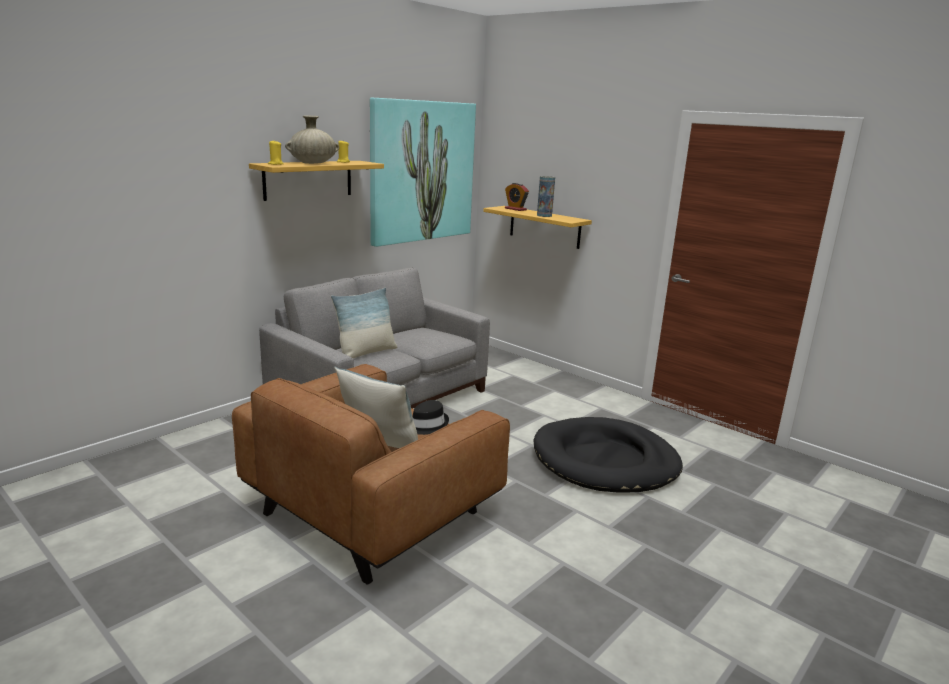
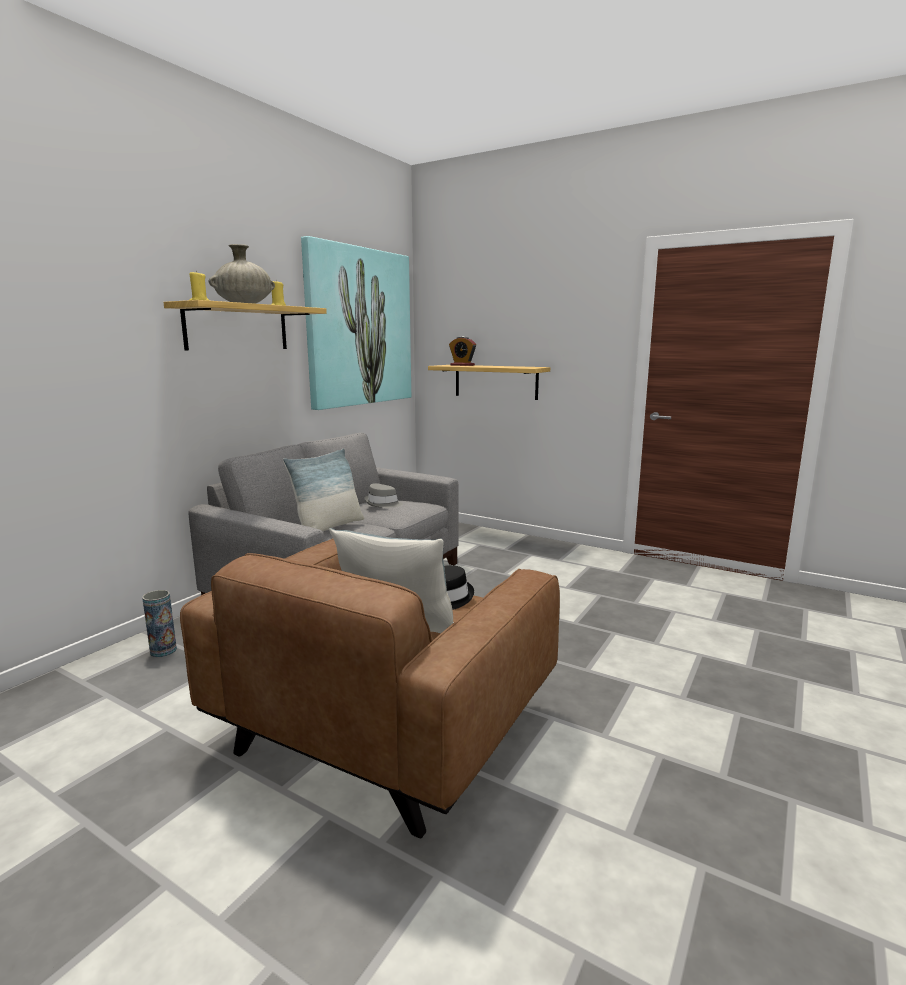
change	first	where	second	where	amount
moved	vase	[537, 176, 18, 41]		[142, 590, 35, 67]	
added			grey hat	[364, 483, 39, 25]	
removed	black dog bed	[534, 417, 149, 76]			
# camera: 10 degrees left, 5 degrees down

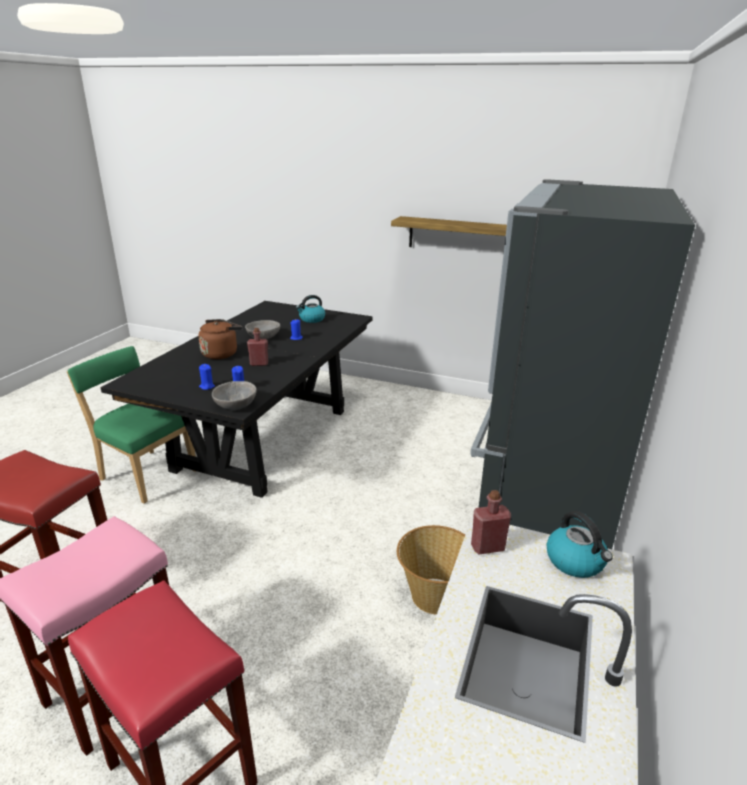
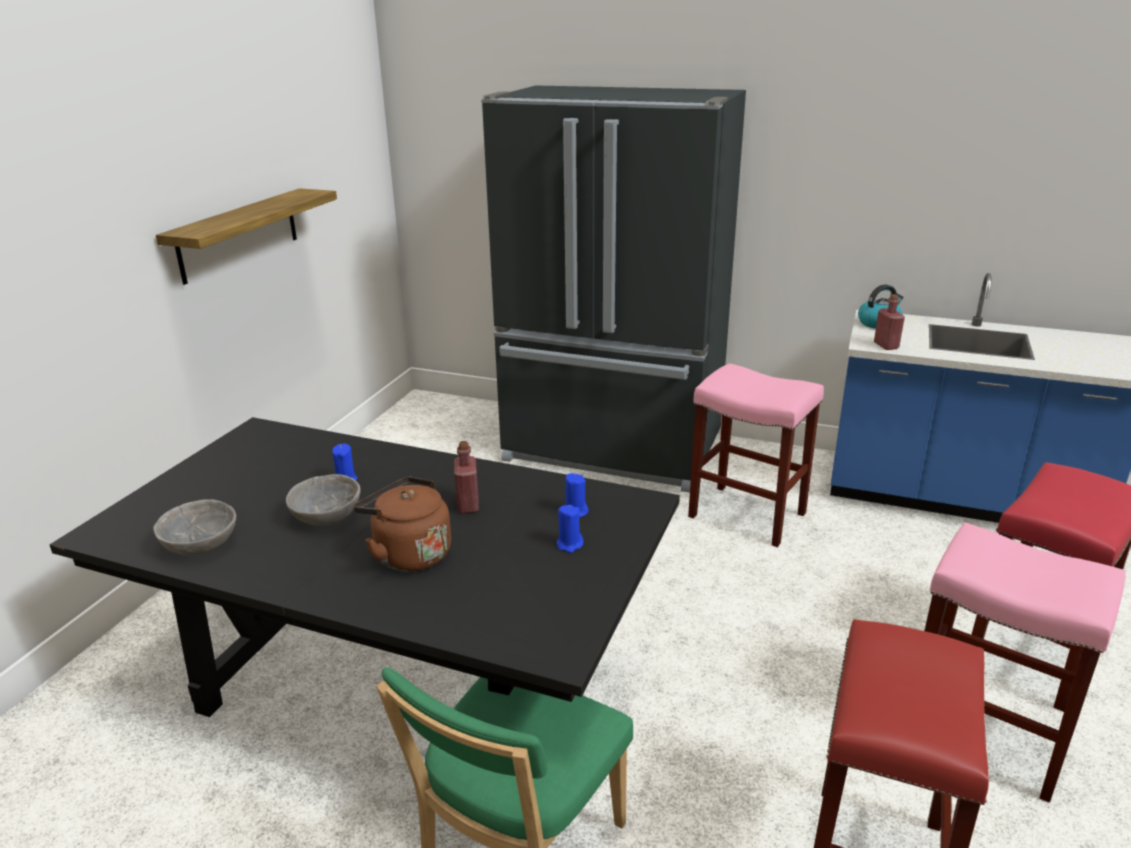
change	first	where	second	where	amount
moved	grey bowl	[212, 381, 44, 29]		[153, 499, 84, 57]	
replaced	basket	[397, 525, 68, 90]	pink stool	[688, 363, 136, 184]	
removed	kettle	[296, 295, 29, 28]			
# camera: 90 degrees left, 0 degrees up

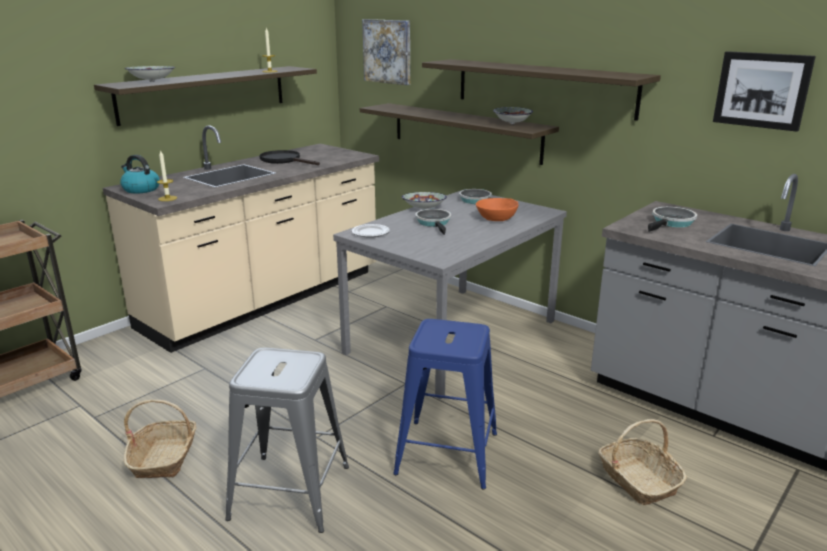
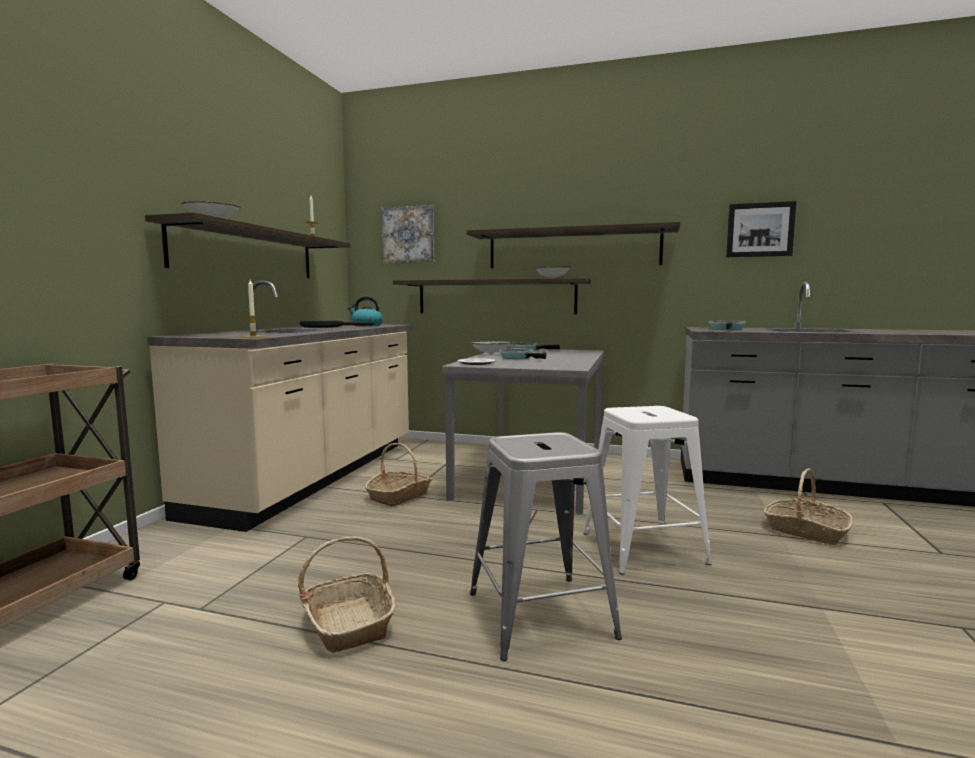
change	first	where	second	where	amount
moved	kettle	[120, 155, 40, 38]		[348, 296, 35, 30]	
added			basket	[365, 443, 67, 64]	
recoloured	blue stool	[393, 319, 104, 171]	white stool	[583, 406, 129, 169]	
removed	orange bowl	[476, 198, 43, 23]			
# camera: 25 degrees left, 15 degrees down

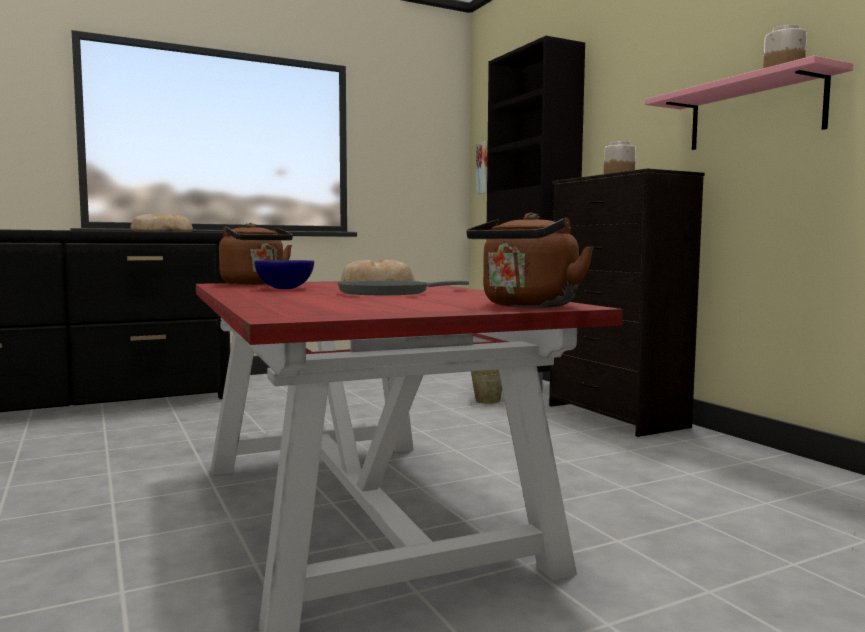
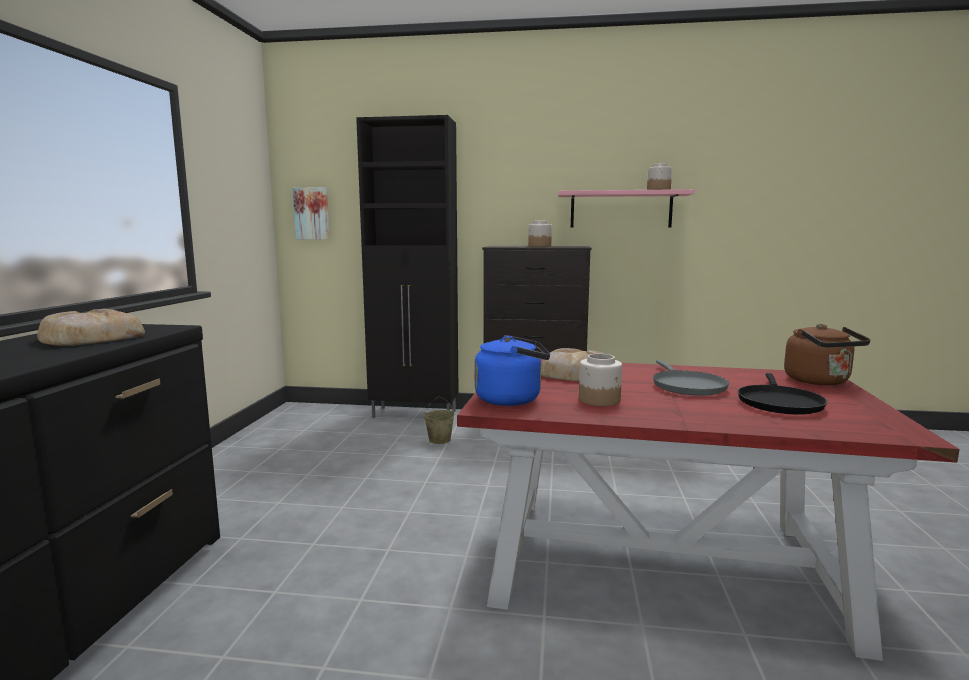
change	first	where	second	where	amount
recoloured	brown kettle	[219, 223, 74, 62]	blue kettle	[474, 335, 76, 71]	
replaced	blue bowl	[254, 260, 60, 29]	jar	[579, 354, 43, 52]	
added			black frying pan	[738, 373, 90, 42]	
# camera: 55 degrees left, 5 degrees up

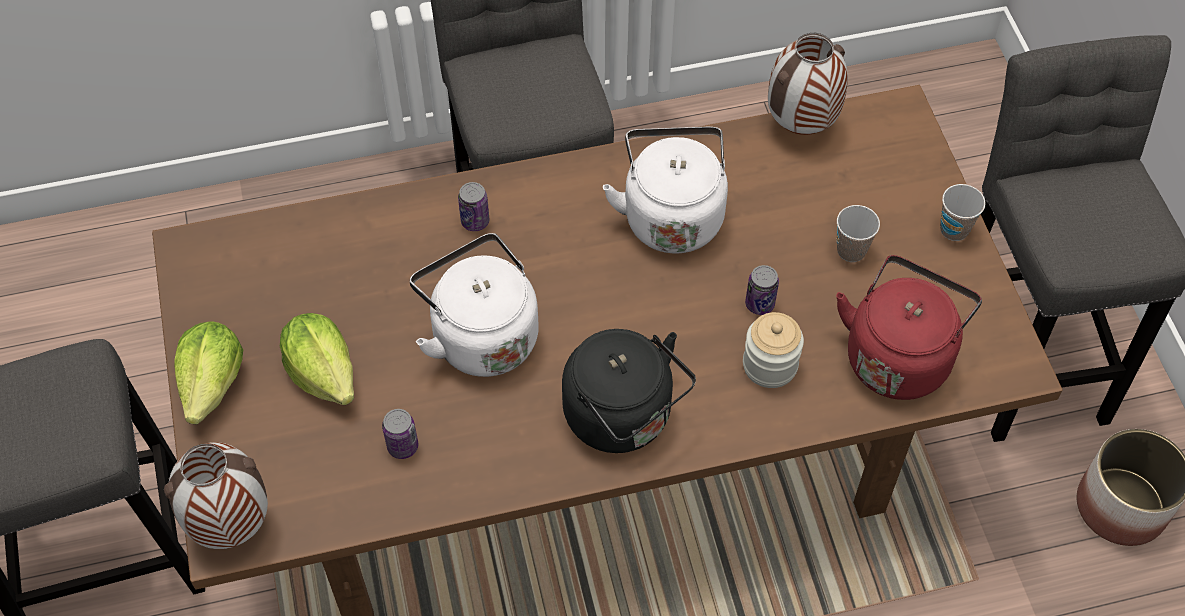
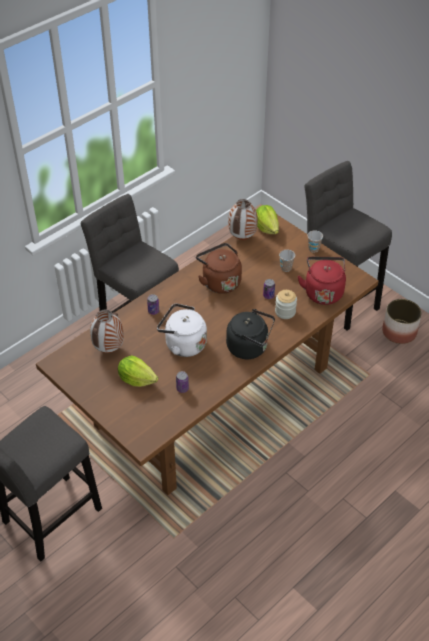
change	first	where	second	where	amount
moved	vase	[164, 442, 104, 107]		[90, 309, 34, 44]	
recoloured	white kettle	[603, 127, 125, 127]	brown kettle	[196, 243, 46, 51]	
moved	lettuce	[174, 321, 69, 103]		[256, 205, 23, 29]	
# camera: 30 degrees left, 10 degrees down

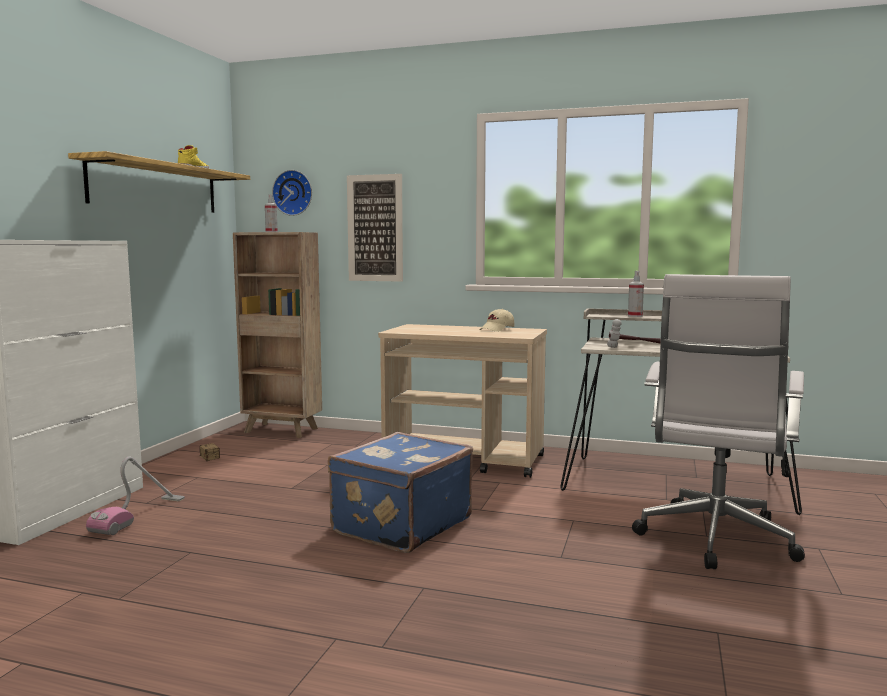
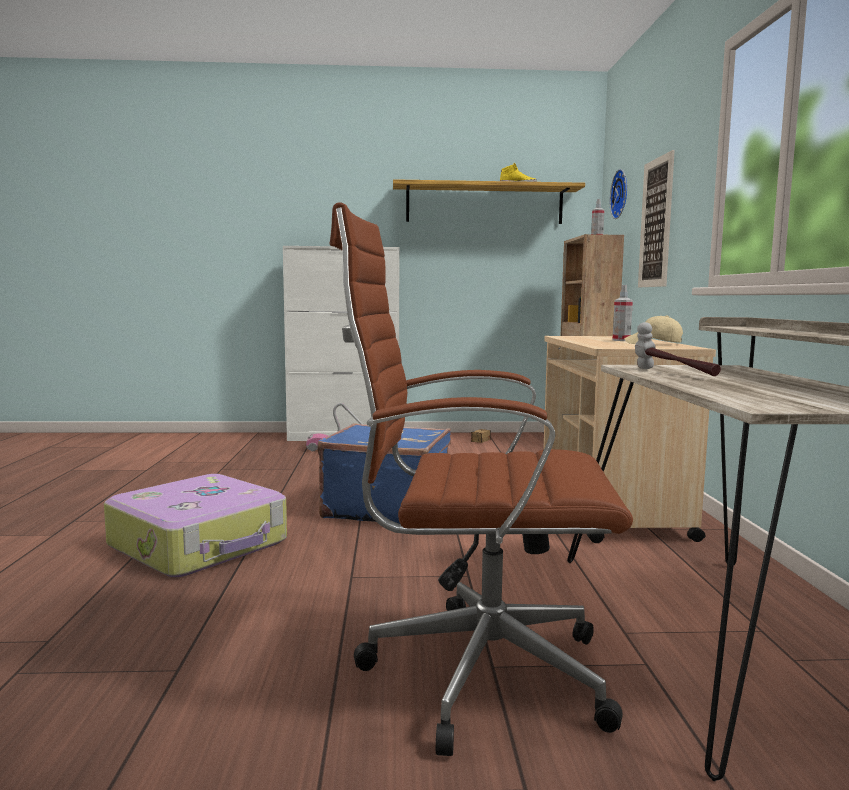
change	first	where	second	where	amount
added			suitcase	[104, 474, 183, 103]	
recoloured	white office chair	[632, 274, 173, 295]	brown office chair	[330, 202, 303, 554]	
moved	spray bottle	[628, 271, 16, 46]		[613, 285, 20, 56]	
# camera: 70 degrees right, 0 degrees up

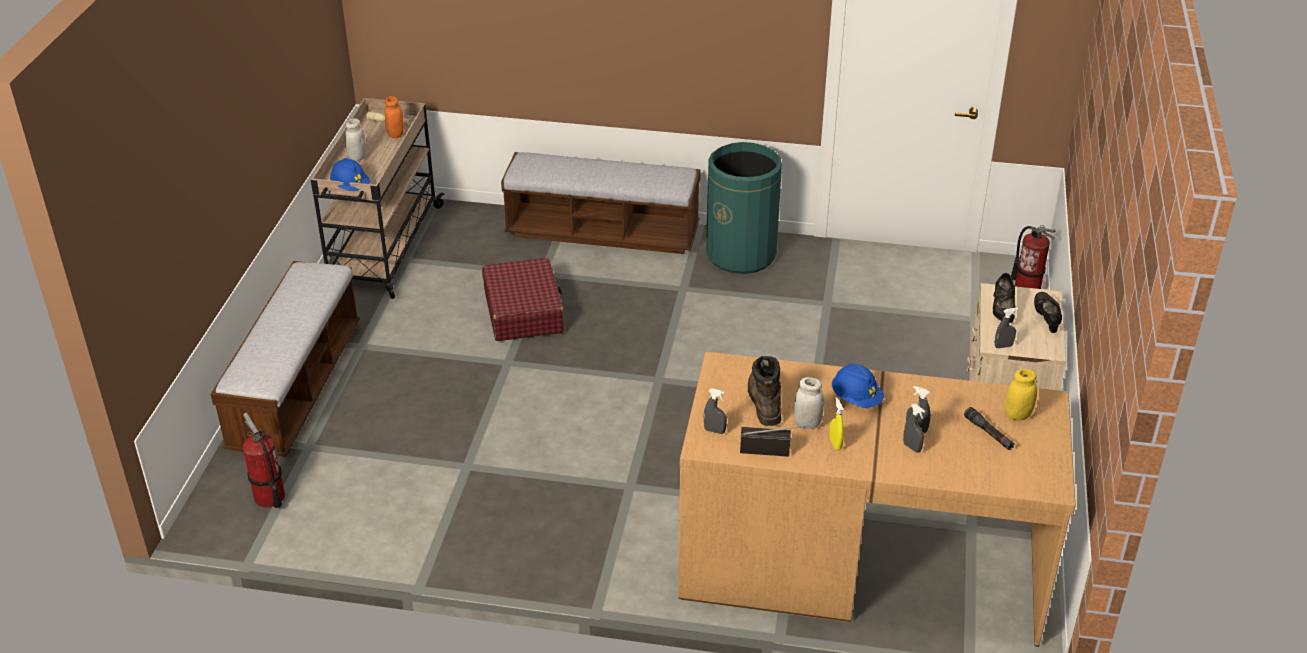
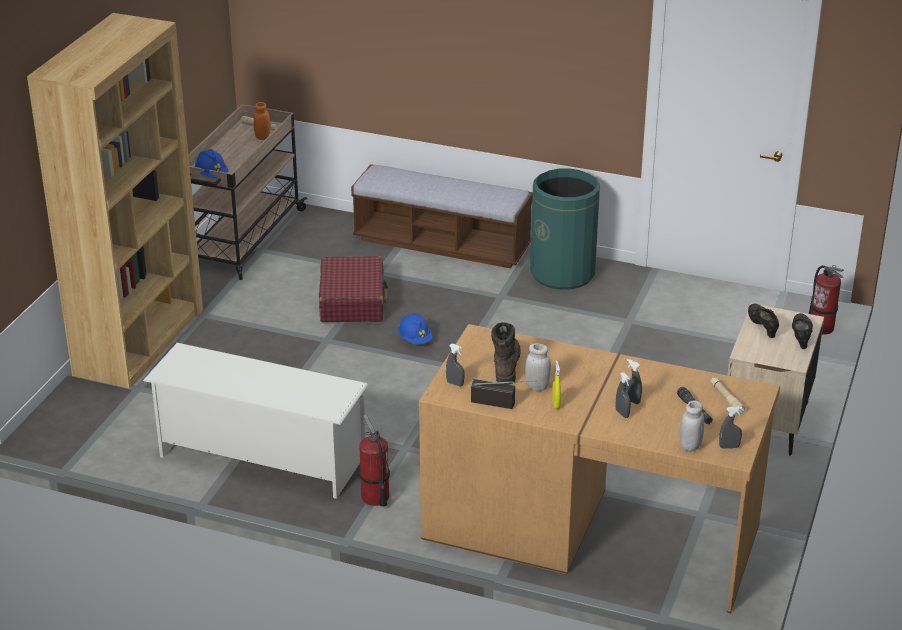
change	first	where	second	where	amount
replaced	bench	[211, 261, 149, 196]	brown bookcase	[27, 13, 176, 376]	
added			white shoe rack	[143, 343, 226, 156]	
moved	fire extinguisher	[243, 413, 42, 95]		[359, 415, 31, 92]	
moved	blue hard hat	[832, 363, 52, 45]		[398, 313, 35, 32]	
moved	white jar	[345, 118, 21, 43]		[680, 401, 24, 50]	
replaced	yellow jar	[1005, 369, 32, 51]	beige flashlight	[710, 377, 35, 38]	
moved	grey spray bottle	[995, 308, 23, 40]		[719, 407, 23, 42]	
turned	black shoe	[993, 273, 22, 50]		[748, 304, 31, 34]	150 degrees clockwise
# camera: 10 degrees right, 5 degrees down

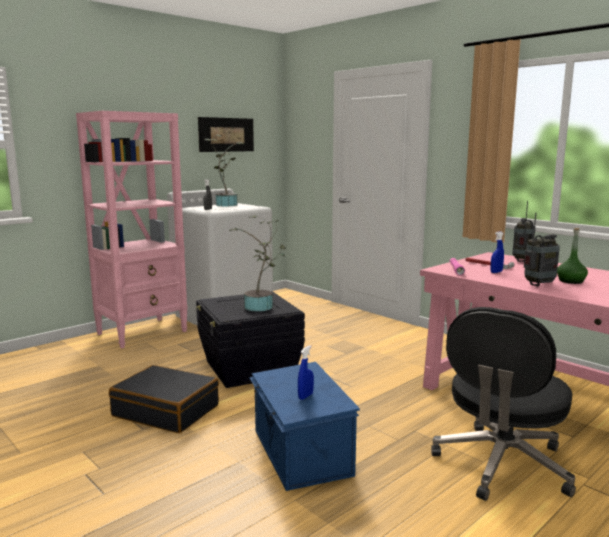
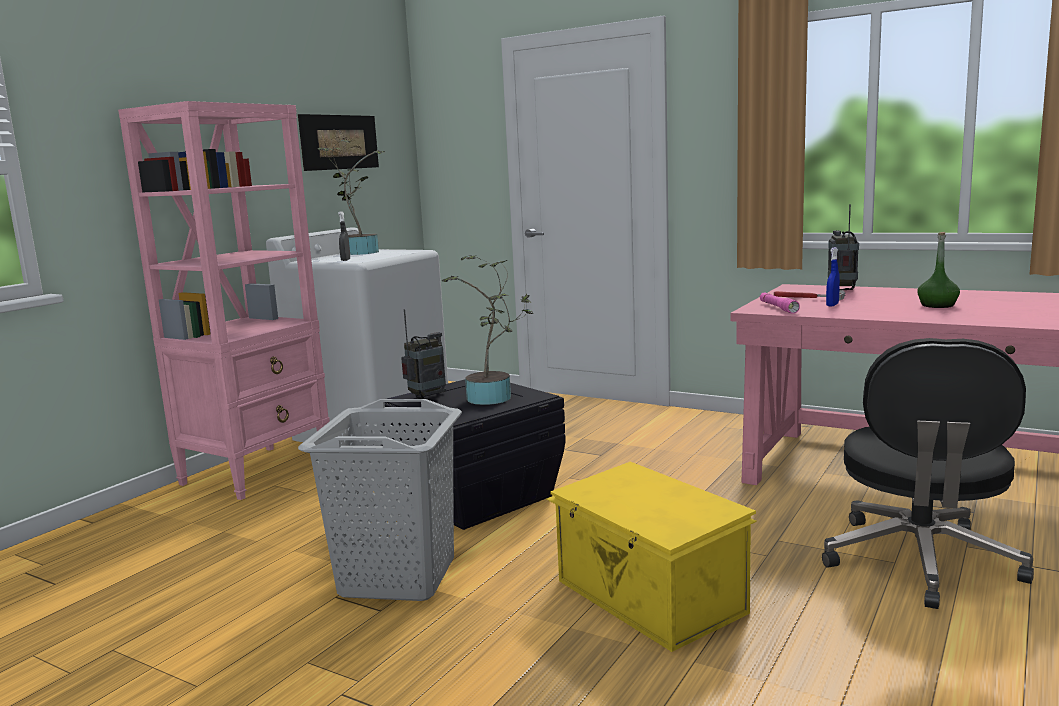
change	first	where	second	where	amount
replaced	black suitcase	[109, 365, 110, 68]	grey laundry basket	[298, 399, 164, 202]	
moved	radio	[524, 213, 36, 73]		[401, 309, 45, 90]	
recoloured	blue storage box	[249, 362, 111, 129]	yellow storage box	[546, 462, 211, 190]	
removed	blue spray bottle	[298, 345, 16, 55]			
# camera: 15 degrees left, 0 degrees up

